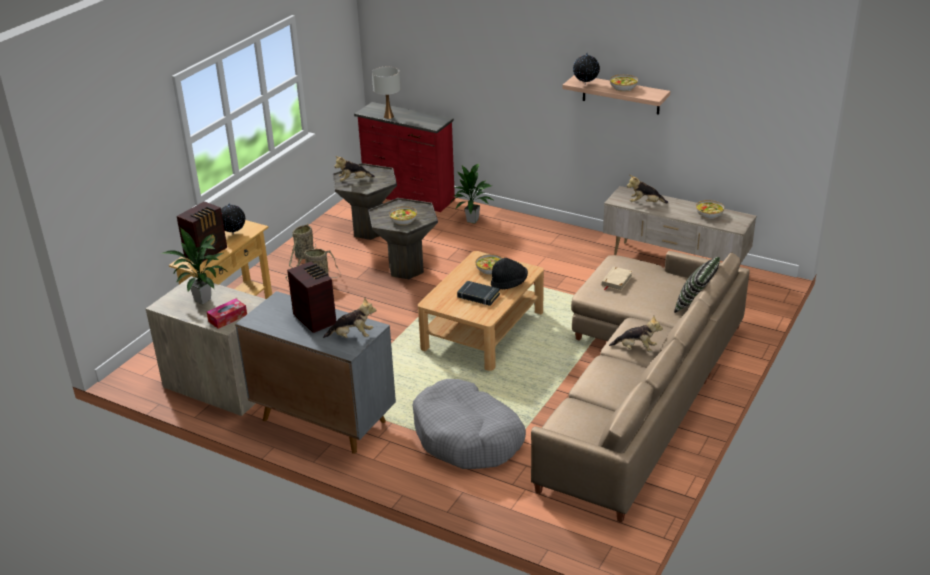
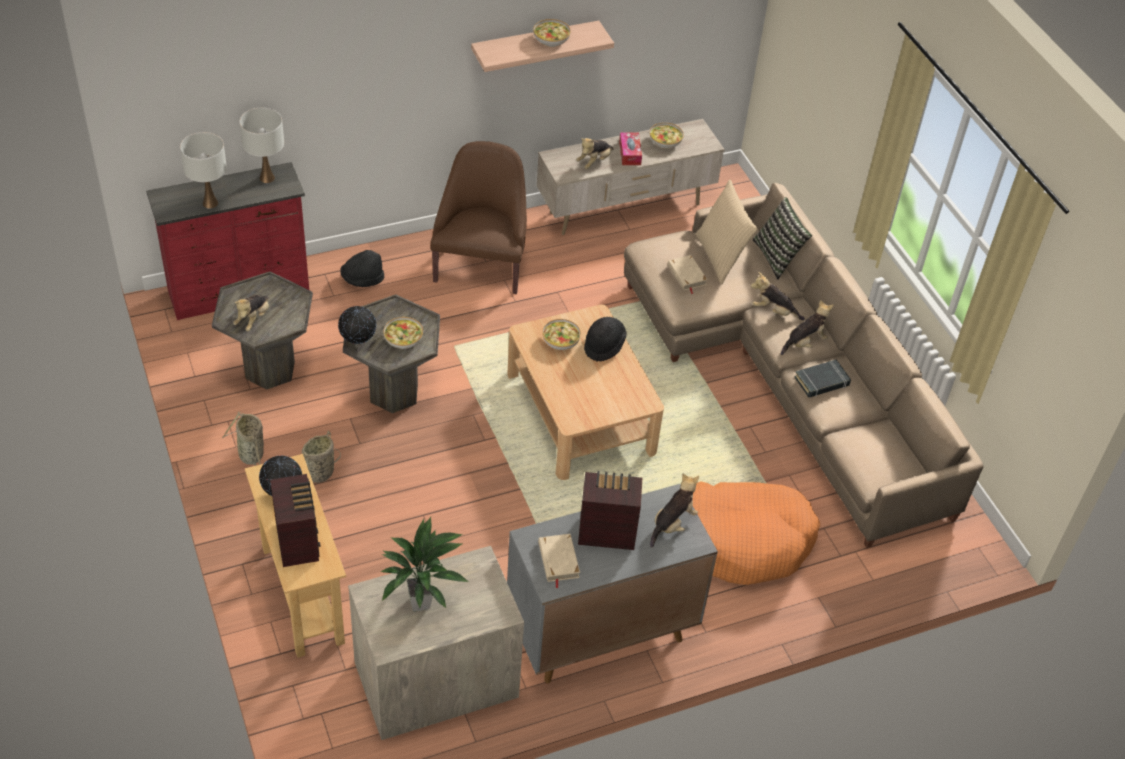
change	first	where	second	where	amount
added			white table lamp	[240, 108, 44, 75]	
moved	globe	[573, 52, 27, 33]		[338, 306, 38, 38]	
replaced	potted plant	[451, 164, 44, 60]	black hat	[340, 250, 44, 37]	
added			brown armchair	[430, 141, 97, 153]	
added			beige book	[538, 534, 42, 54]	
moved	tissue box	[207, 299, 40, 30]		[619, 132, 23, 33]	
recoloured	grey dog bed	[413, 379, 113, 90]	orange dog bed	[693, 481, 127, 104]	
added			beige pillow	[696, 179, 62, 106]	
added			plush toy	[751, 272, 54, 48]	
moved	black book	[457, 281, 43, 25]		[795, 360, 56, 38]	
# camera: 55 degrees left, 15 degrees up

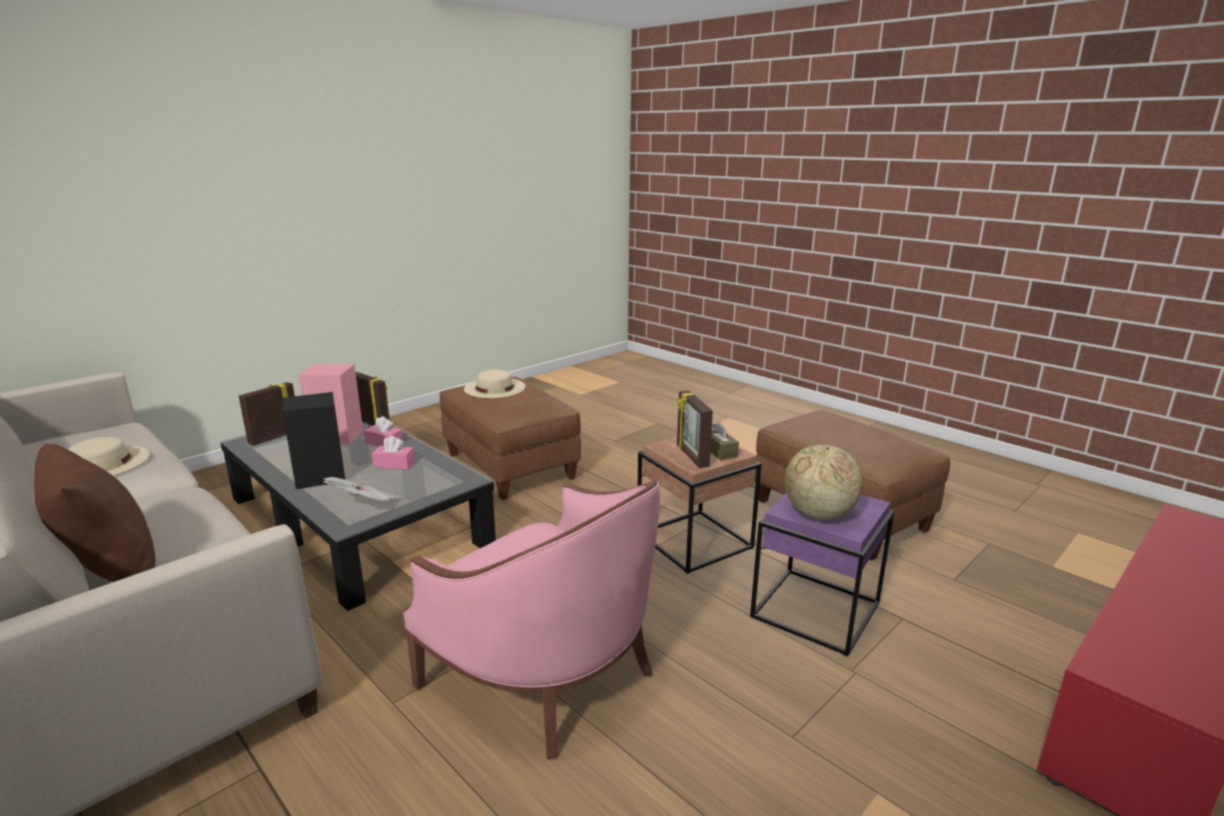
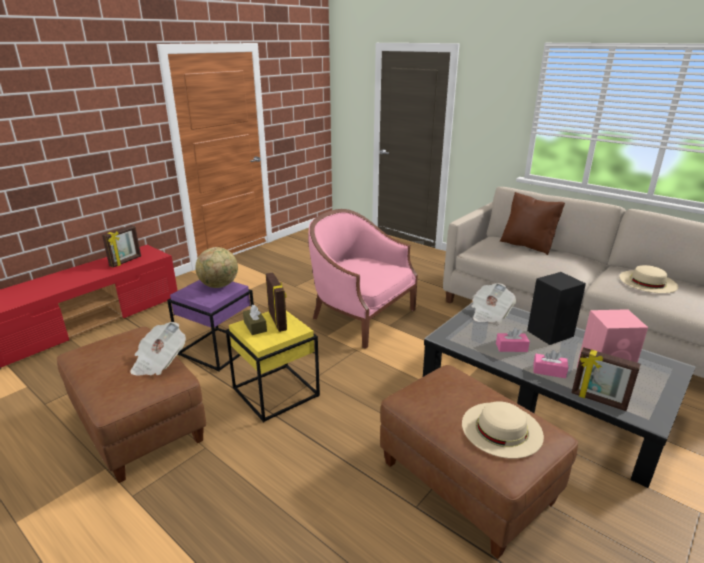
change	first	where	second	where	amount
moved	picture frame	[239, 382, 56, 64]		[102, 225, 39, 42]	
added			newspaper	[130, 322, 56, 53]	
recoloured	brown side table	[638, 437, 124, 137]	yellow side table	[226, 311, 94, 112]	
# camera: 175 degrees right, 5 degrees up

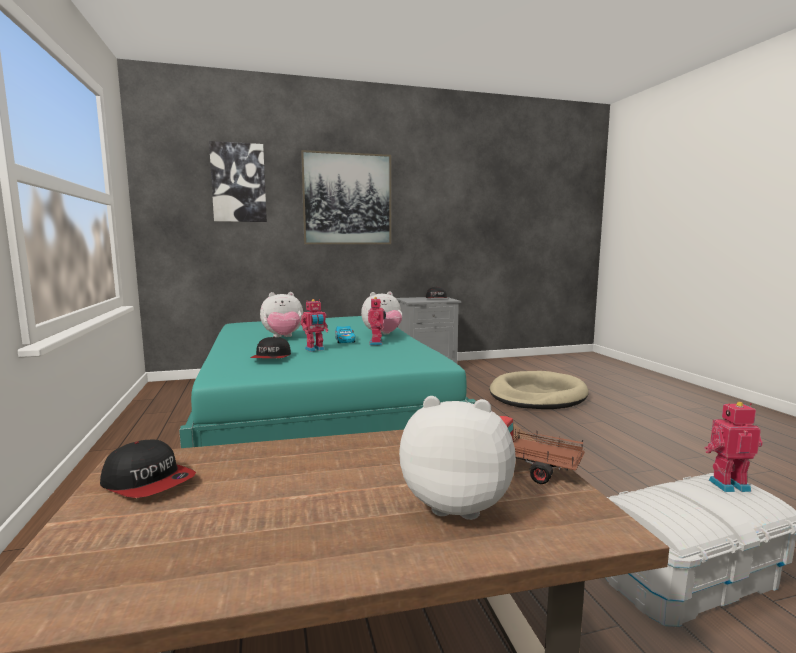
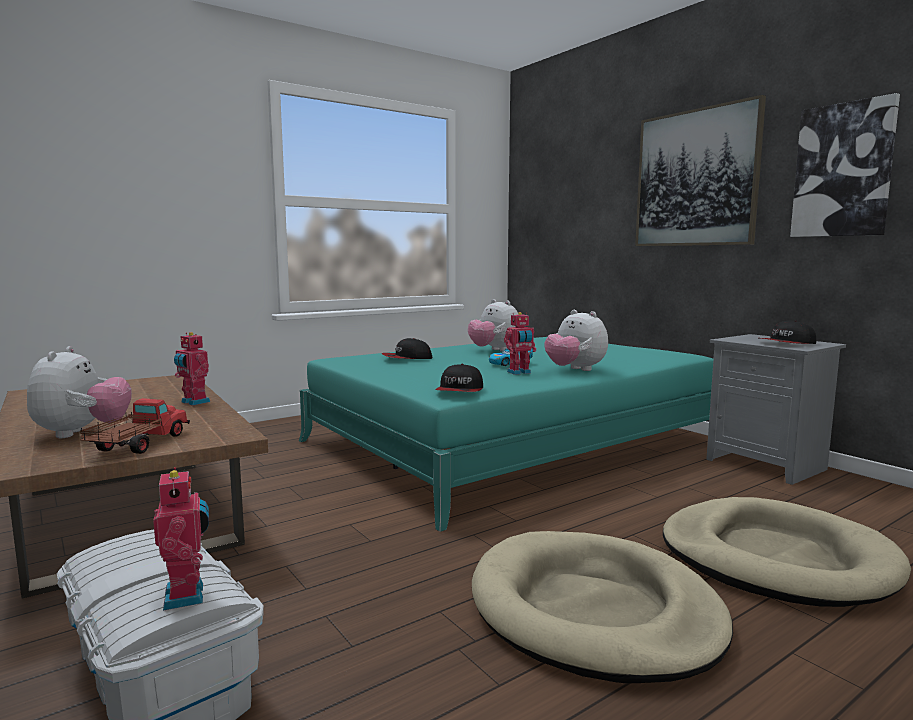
change	first	where	second	where	amount
moved	toy robot	[301, 299, 27, 53]		[174, 332, 36, 73]	
moved	cap	[100, 440, 96, 58]		[435, 364, 48, 28]	
added			beige dog bed	[472, 531, 261, 152]	
moved	picture	[209, 141, 58, 81]		[790, 93, 110, 144]	
# camera: 70 degrees right, 0 degrees up

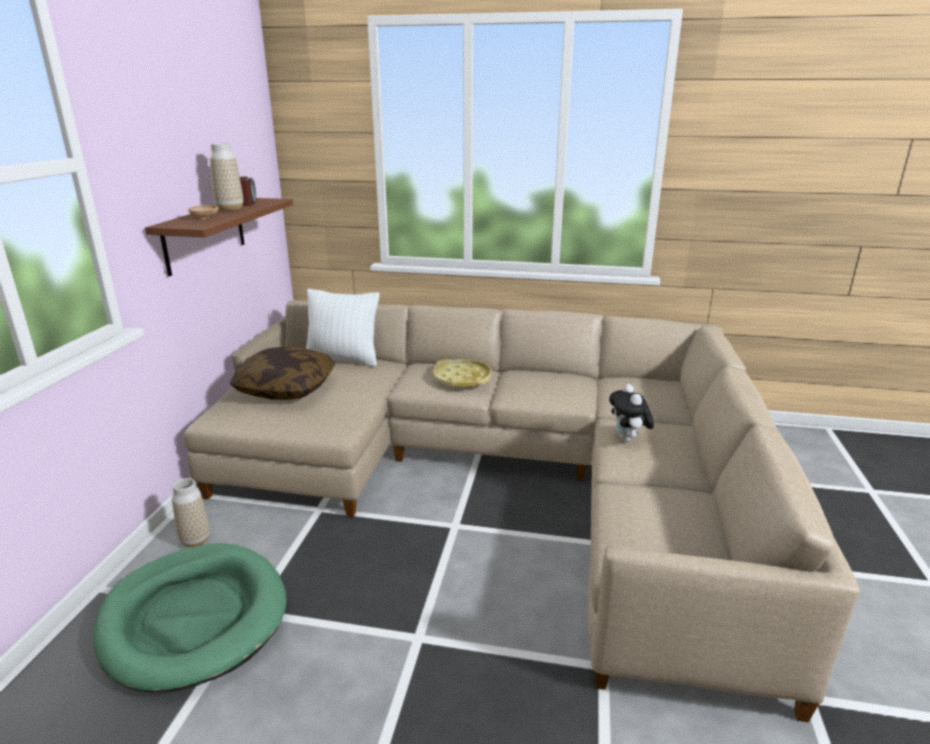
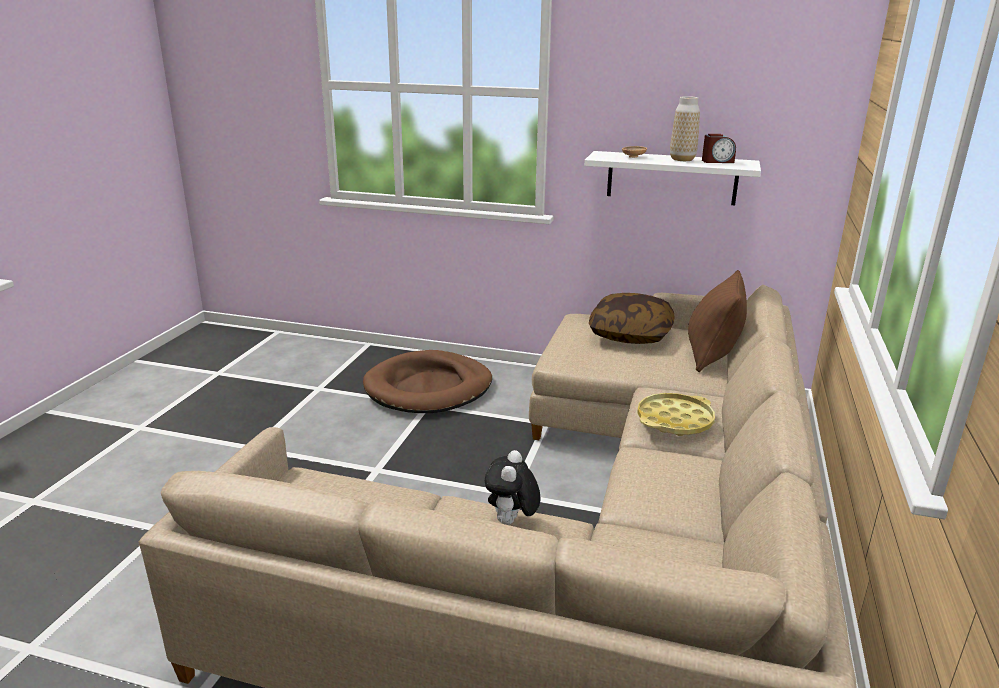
change	first	where	second	where	amount
recoloured	green dog bed	[93, 543, 194, 149]	brown dog bed	[363, 350, 129, 63]	
turned	plush toy	[609, 384, 45, 58]		[485, 450, 55, 75]	75 degrees counterclockwise
recoloured	brown shelf	[145, 198, 148, 78]	white shelf	[584, 151, 177, 54]	
recoloured	white pillow	[306, 289, 73, 78]	brown pillow	[688, 270, 59, 102]	
removed	vase	[172, 478, 38, 69]			
# camera: 95 degrees right, 0 degrees up

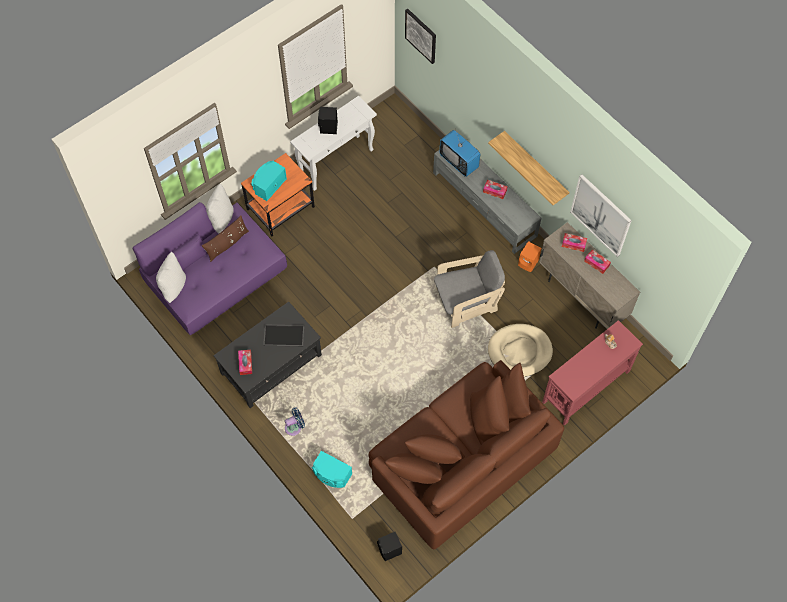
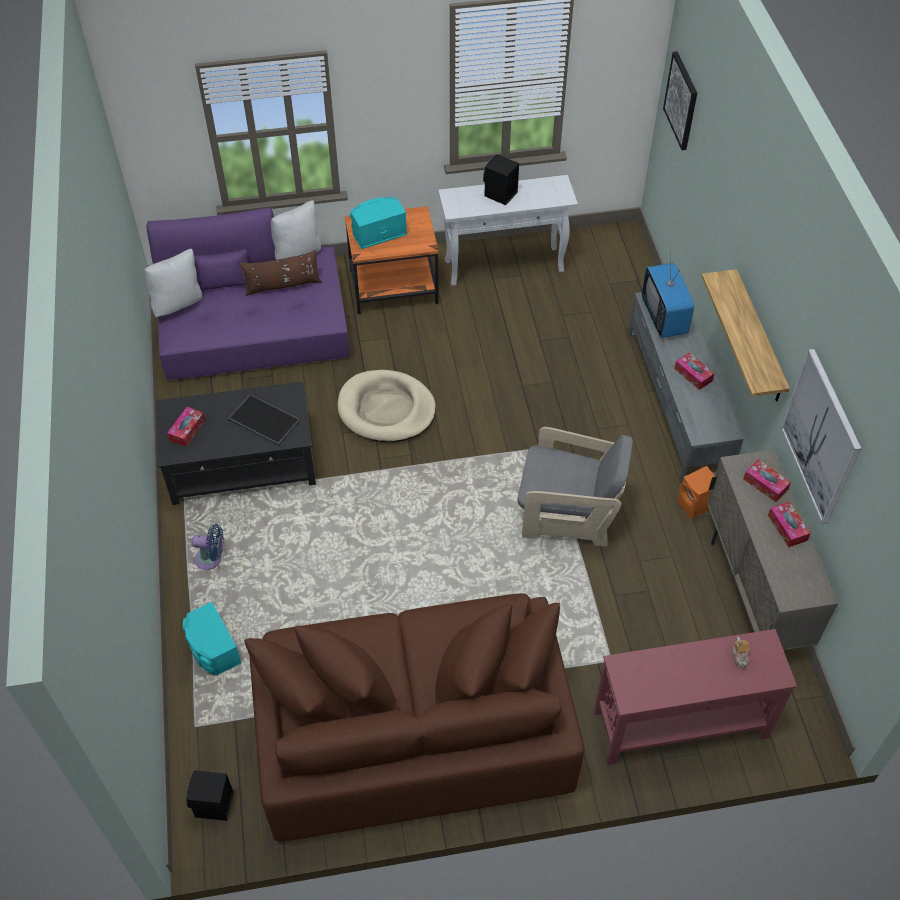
change	first	where	second	where	amount
moved	beige dog bed	[488, 324, 65, 53]		[338, 370, 98, 72]	
# camera: 30 degrees right, 10 degrees down

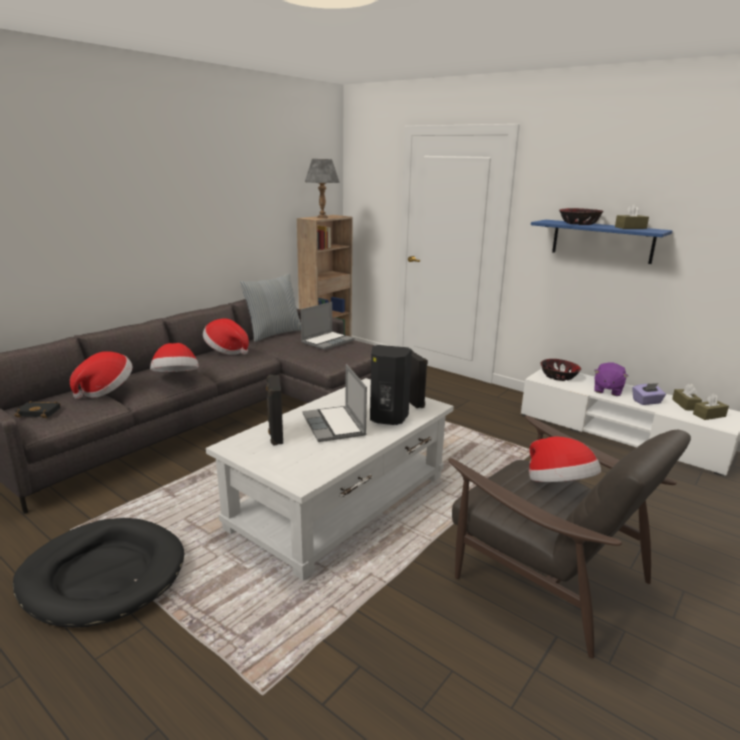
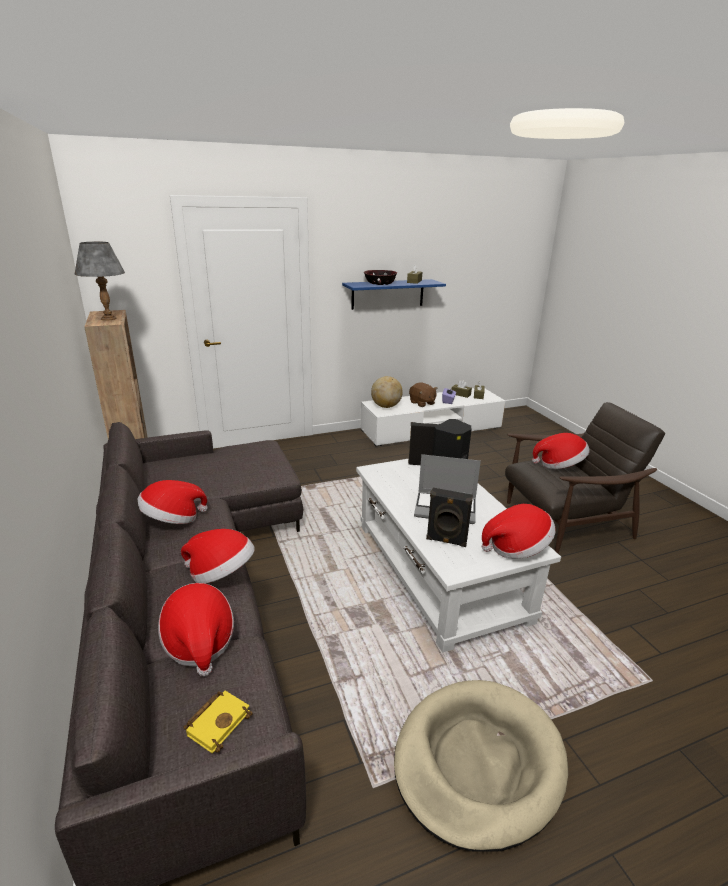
change	first	where	second	where	amount
recoloured	black book	[14, 401, 47, 17]	yellow book	[184, 691, 69, 62]	
replaced	bowl	[540, 359, 41, 22]	globe	[371, 376, 32, 32]	
recoloured	black dog bed	[13, 518, 171, 110]	beige dog bed	[394, 680, 174, 172]	
recoloured	purple plush toy	[594, 363, 34, 33]	brown plush toy	[409, 382, 28, 25]	
added			hat	[482, 504, 74, 55]	
removed	pillow	[239, 273, 62, 69]			
removed	laptop	[301, 302, 53, 48]			
# camera: 60 degrees left, 5 degrees up

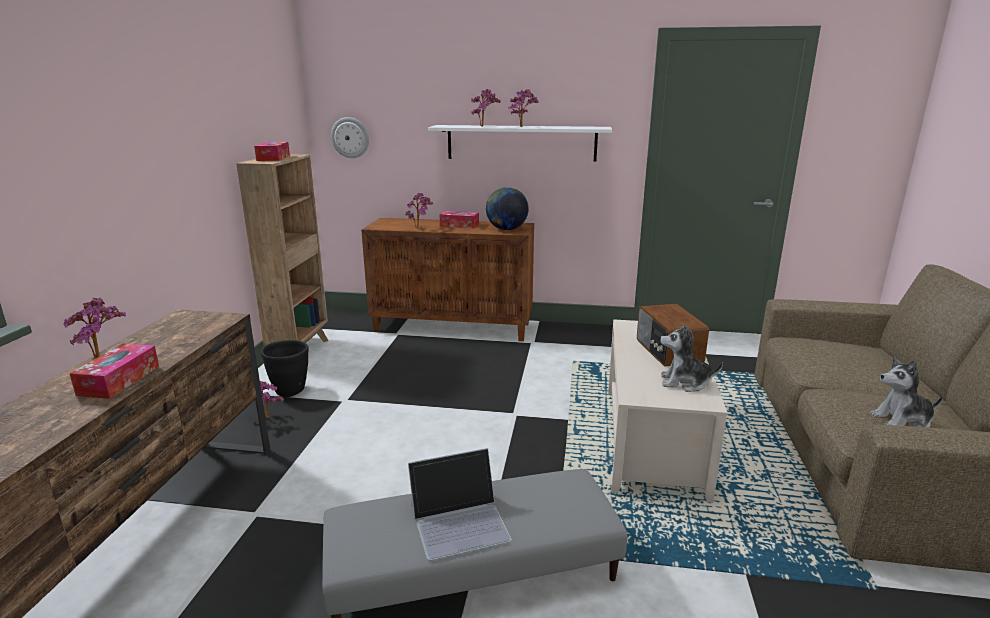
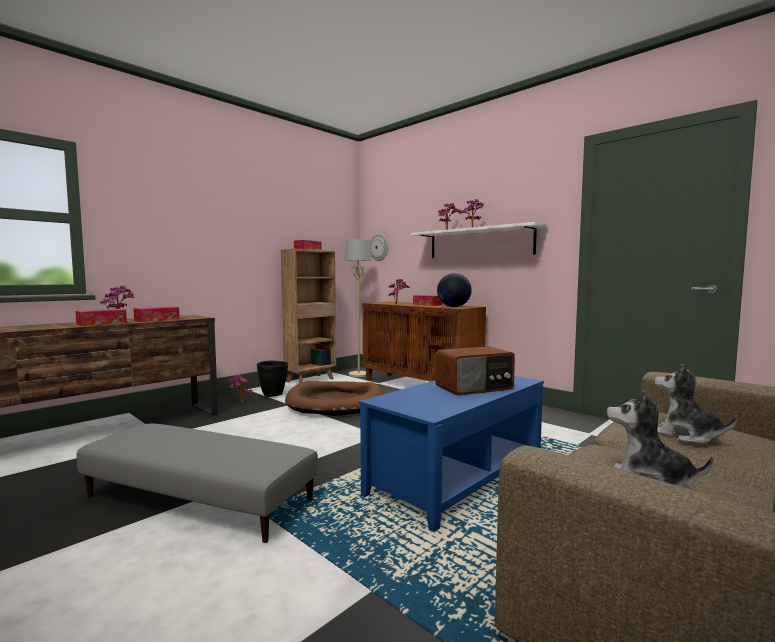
change	first	where	second	where	amount
added			tissue box	[133, 306, 47, 16]	
added			brown dog bed	[285, 381, 98, 35]	
added			beige floor lamp	[345, 239, 27, 138]	
recoloured	beige coffee table	[608, 319, 120, 184]	blue coffee table	[359, 376, 185, 156]	
turned	radio	[637, 304, 72, 62]		[436, 346, 79, 50]	135 degrees counterclockwise
moved	plush toy	[660, 324, 63, 68]		[654, 363, 83, 81]	
removed	laptop	[408, 448, 104, 113]			
# camera: 35 degrees right, 15 degrees down

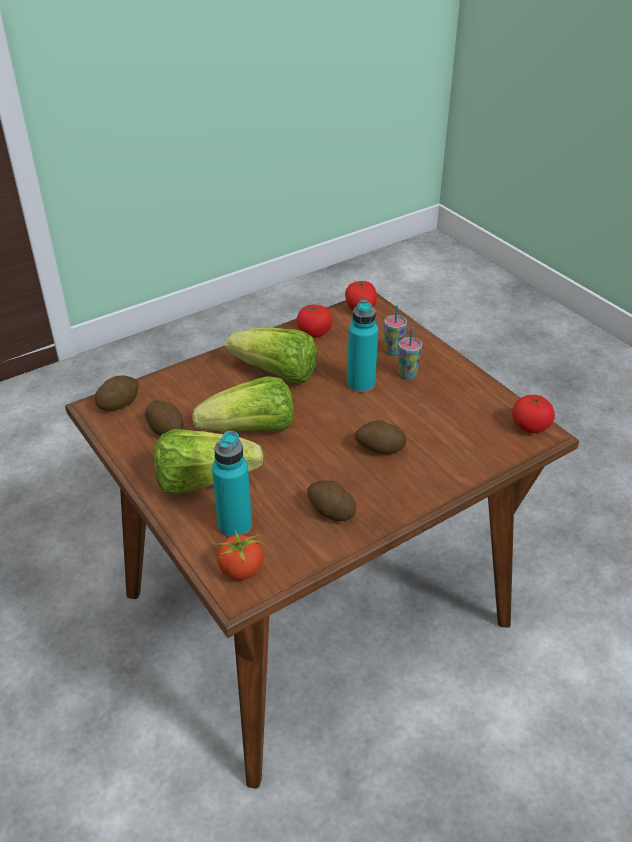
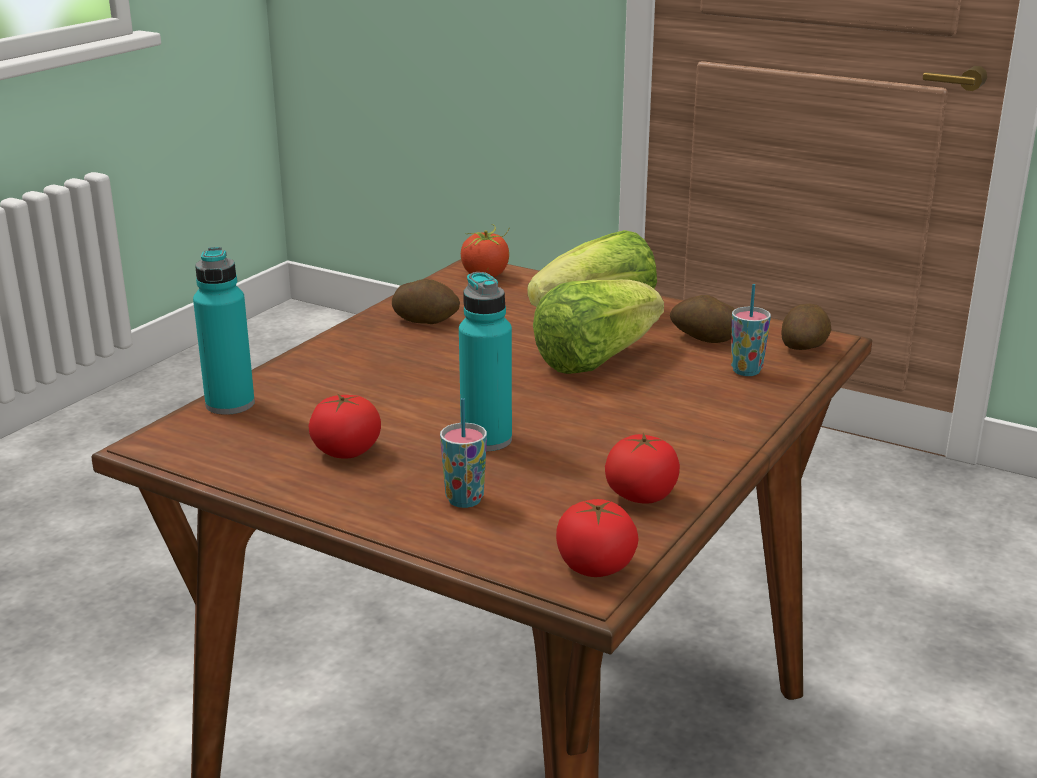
change	first	where	second	where	amount
moved	turquoise bottle	[212, 431, 40, 106]		[193, 247, 62, 168]	
moved	tomato	[512, 395, 43, 38]		[309, 393, 72, 65]	
moved	cup	[398, 327, 24, 52]		[731, 284, 40, 92]	
removed	lettuce	[225, 328, 92, 55]			
removed	potato	[355, 420, 52, 34]			
# camera: 155 degrees right, 15 degrees down

